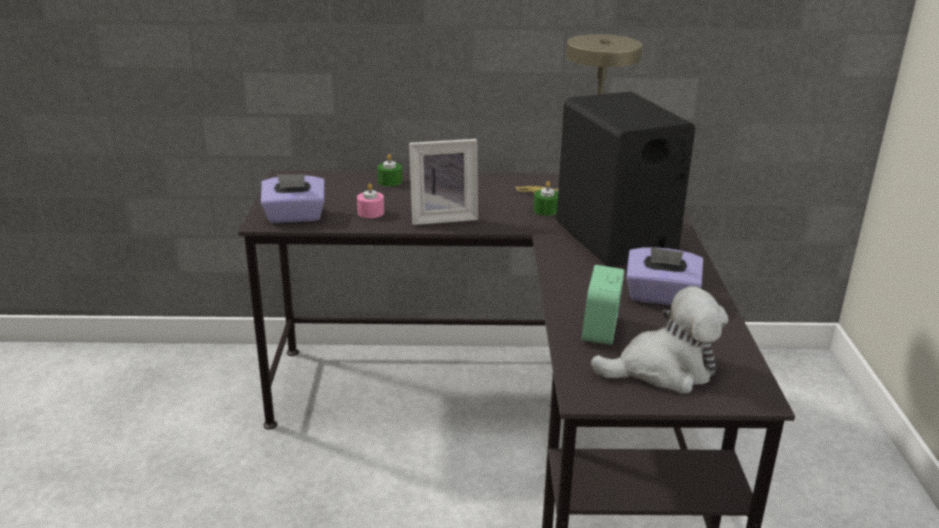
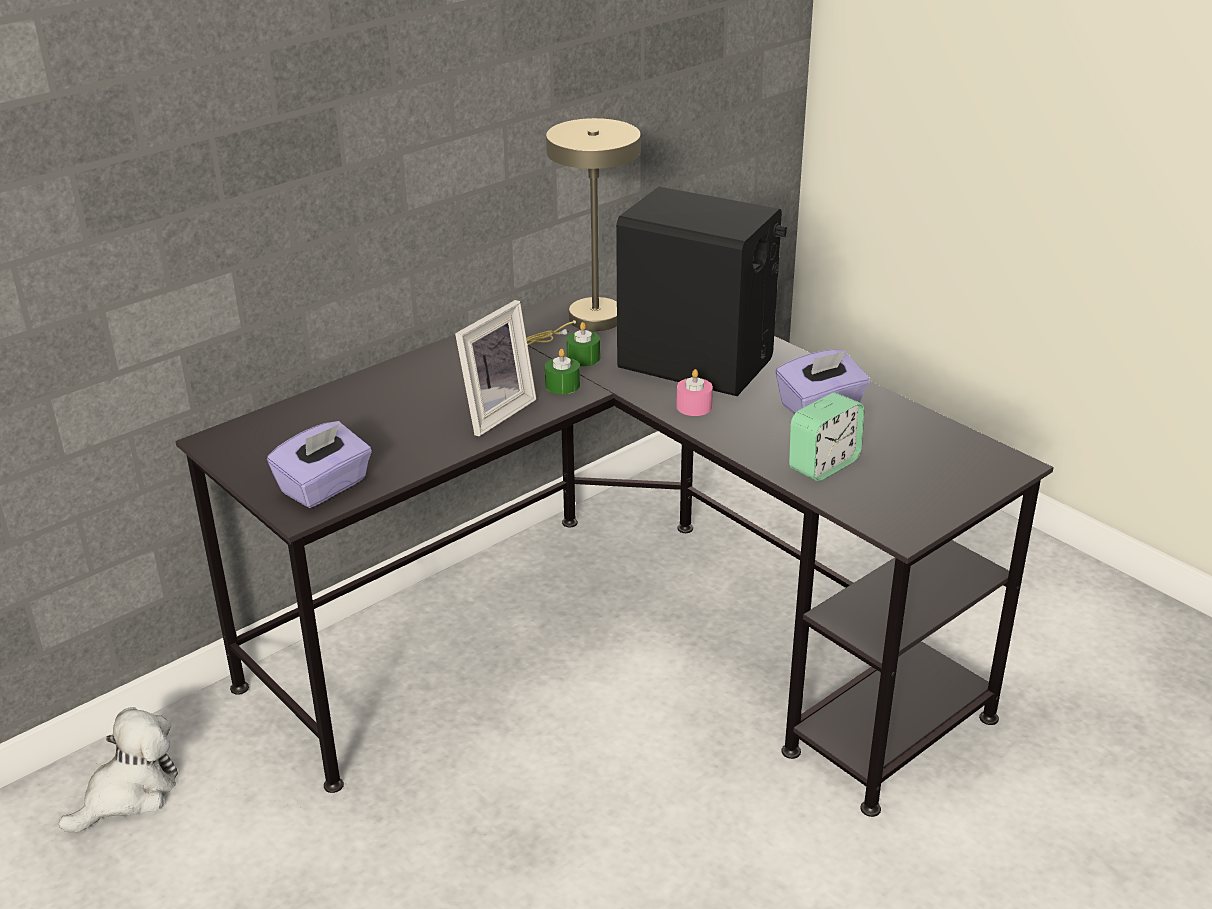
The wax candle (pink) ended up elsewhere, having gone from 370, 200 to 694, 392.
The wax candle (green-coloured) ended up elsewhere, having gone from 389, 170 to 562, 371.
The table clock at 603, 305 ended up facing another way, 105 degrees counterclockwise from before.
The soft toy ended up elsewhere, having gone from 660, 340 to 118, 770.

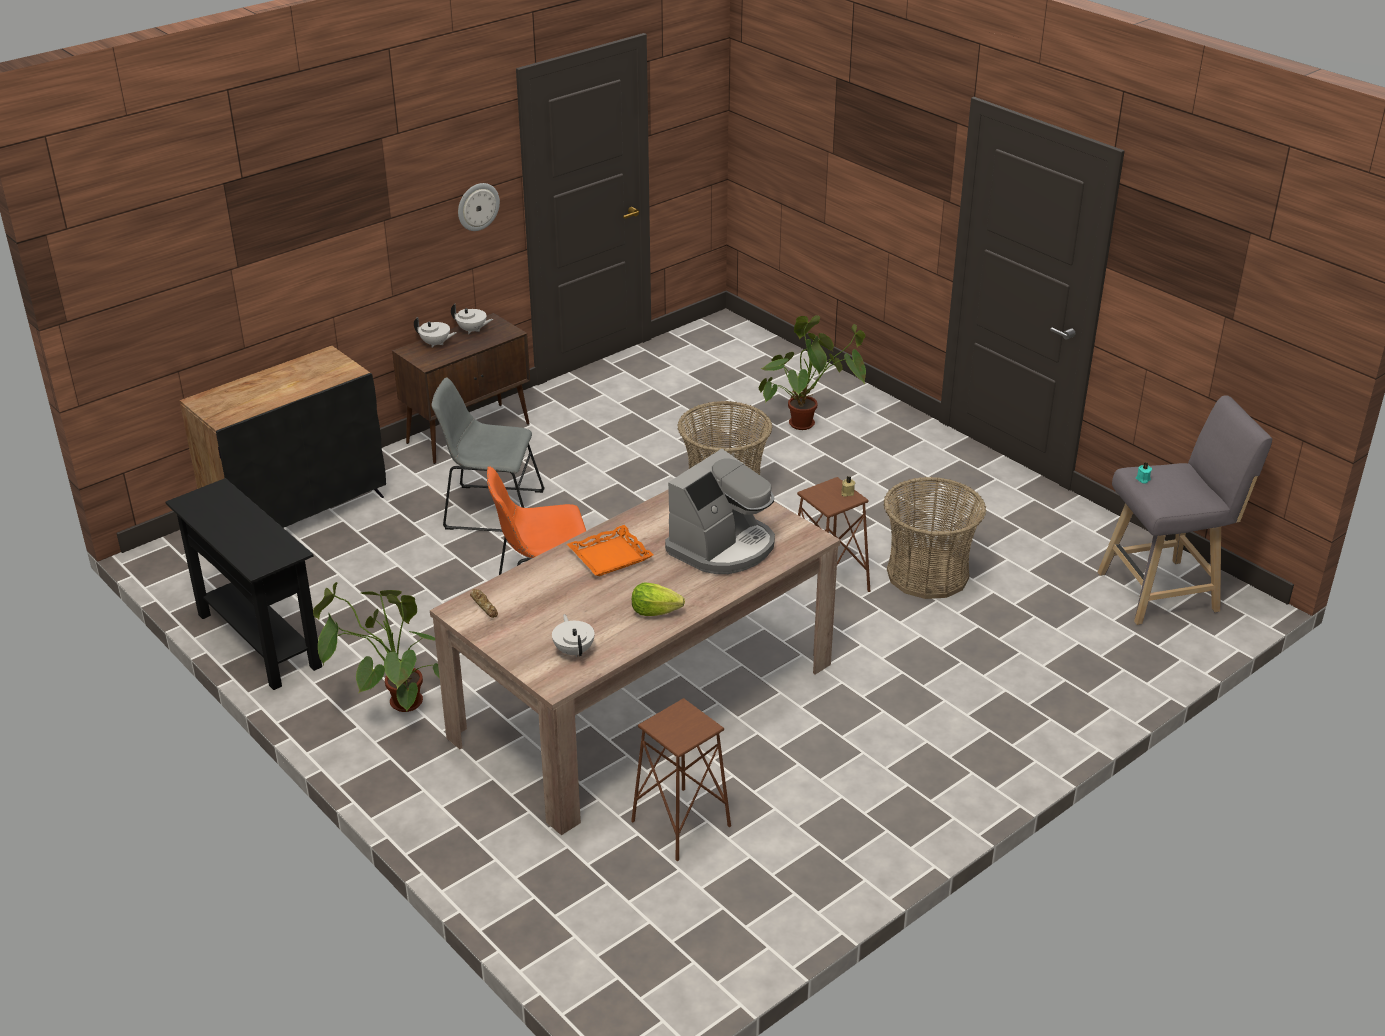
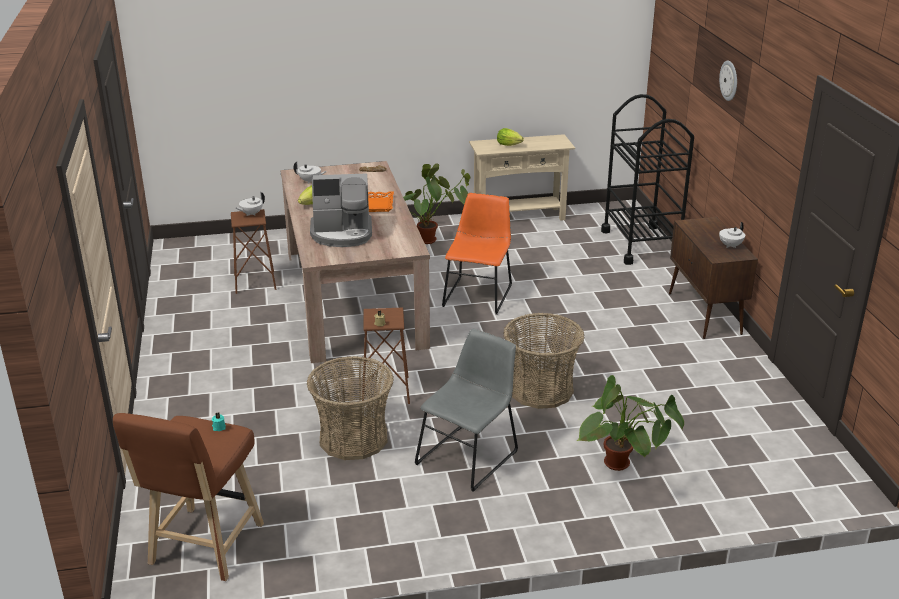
What was the narrow table (black) at 243, 584 turned into the narrow table (sand-coloured) at 522, 177.
Where the storage cabinet (black) stood at 283, 437, the wheeled cart (black) came to stand at 647, 179.
The tea pot (white-coloured) ended up elsewhere, having gone from 435, 332 to 250, 204.
The upright chair (greyish) ended up elsewhere, having gone from 488, 454 to 466, 410.
The wall clock ended up elsewhere, having gone from 479, 207 to 728, 80.
The coffee brewer at 720, 511 ended up facing another way, 75 degrees counterclockwise from before.
What was the sitting stool (greyish) at 1184, 510 turned into the sitting stool (brown) at 188, 497.
The second view gained the lettuce at 510, 137.

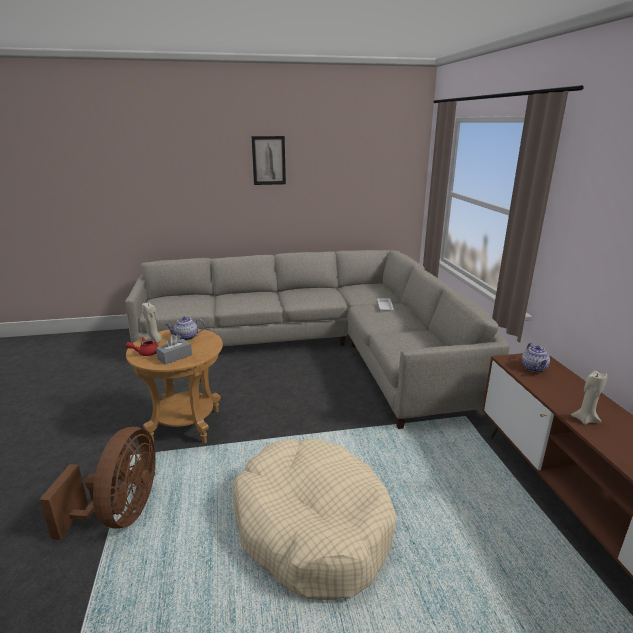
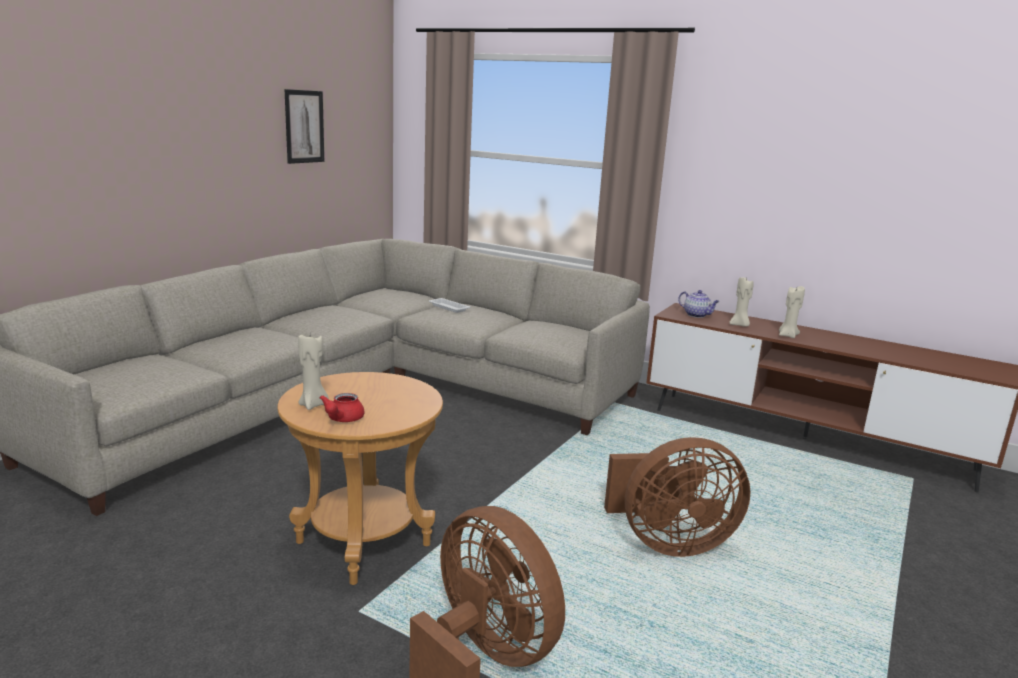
The second view lost the tissue box (greyish) at 174, 349.
The second view lost the tea pot at 185, 329.
Where the dog cushion (sand-coloured) stood at 314, 519, the cooling fan (brown) came to stand at 677, 497.
The picture ended up elsewhere, having gone from 269, 160 to 304, 126.
The second view gained the wax candle (sand-coloured) at 741, 302.

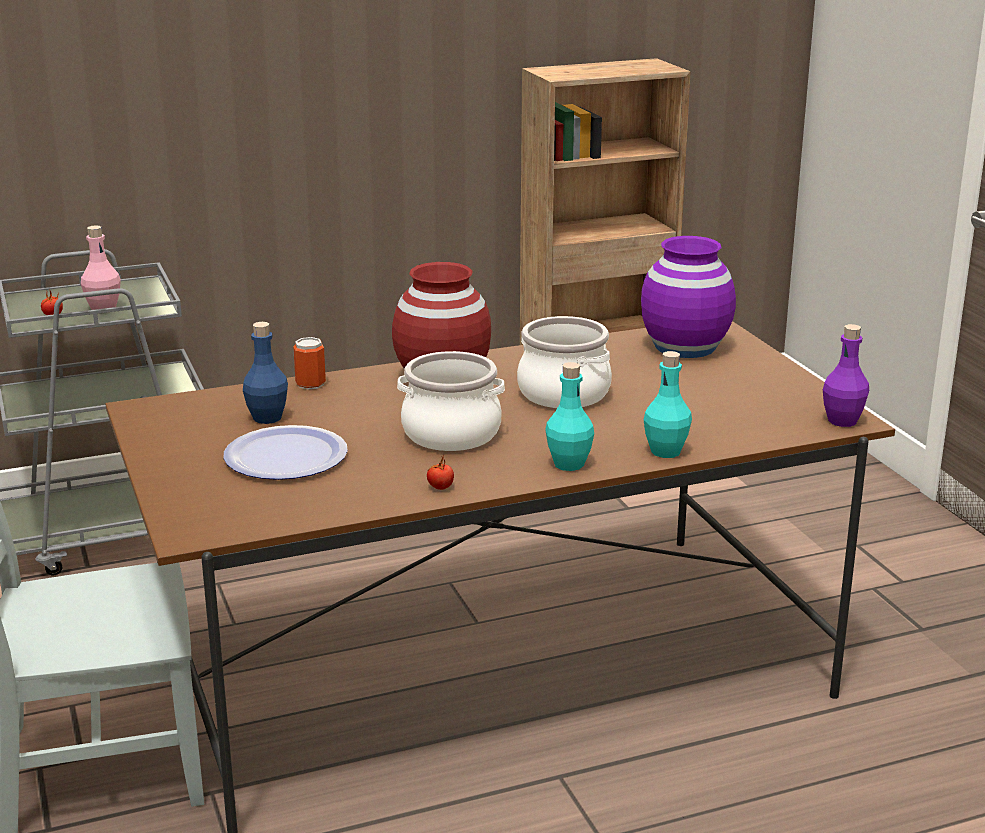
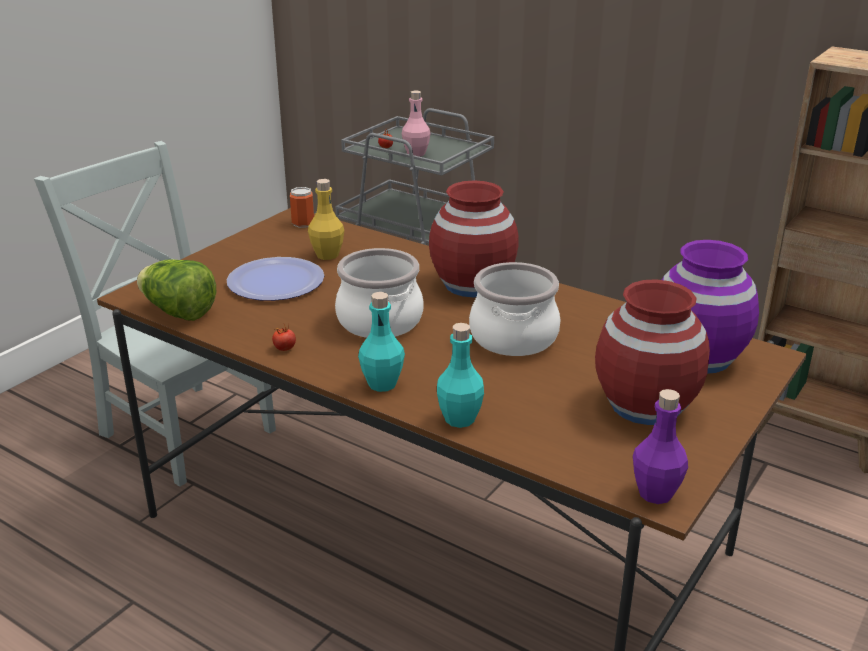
What was the drink bottle (blue-coloured) at 265, 373 turned into the drink bottle (yellowish) at 326, 219.
The can ended up elsewhere, having gone from 309, 363 to 302, 207.
The second view gained the lettuce at 176, 290.
The second view gained the decorative vase (reddish) at 652, 352.

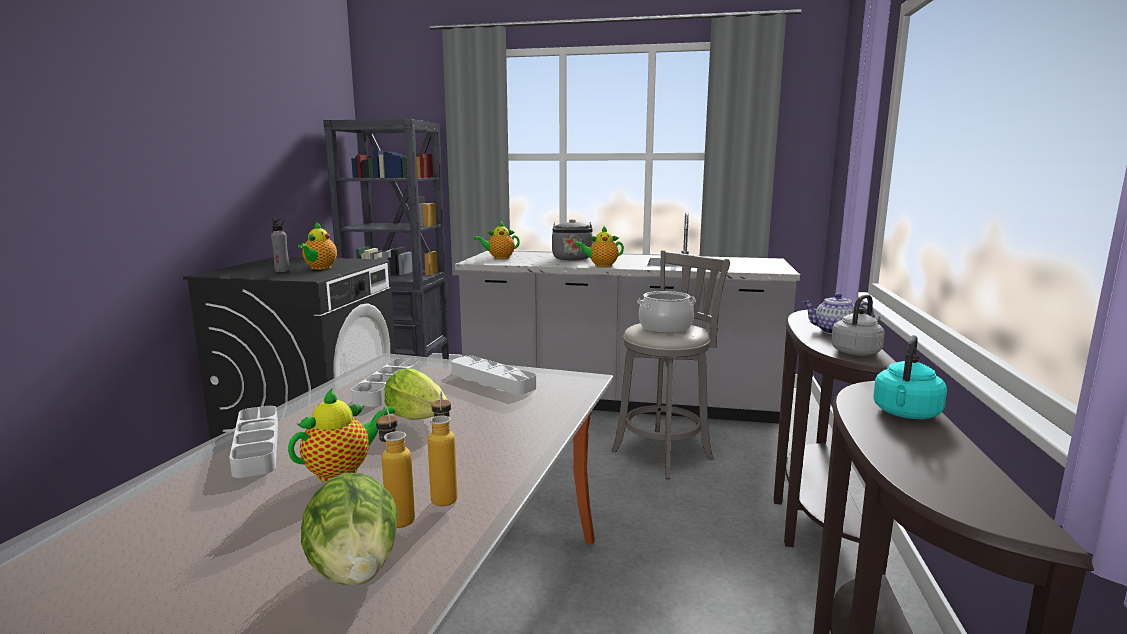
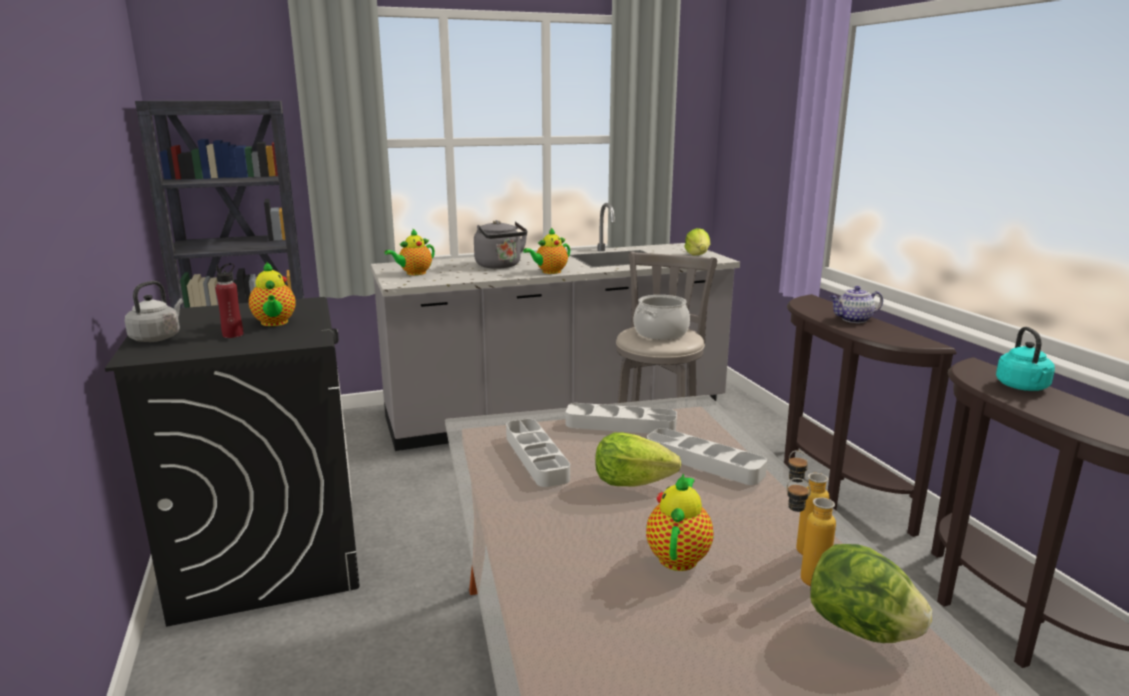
The tray (greyish) ended up elsewhere, having gone from 253, 442 to 707, 456.
What was the drink bottle (greyish) at 280, 245 turned into the drink bottle (reddish) at 229, 300.
The water kettle (greyish) ended up elsewhere, having gone from 858, 325 to 154, 311.
The second view gained the lettuce at 697, 241.

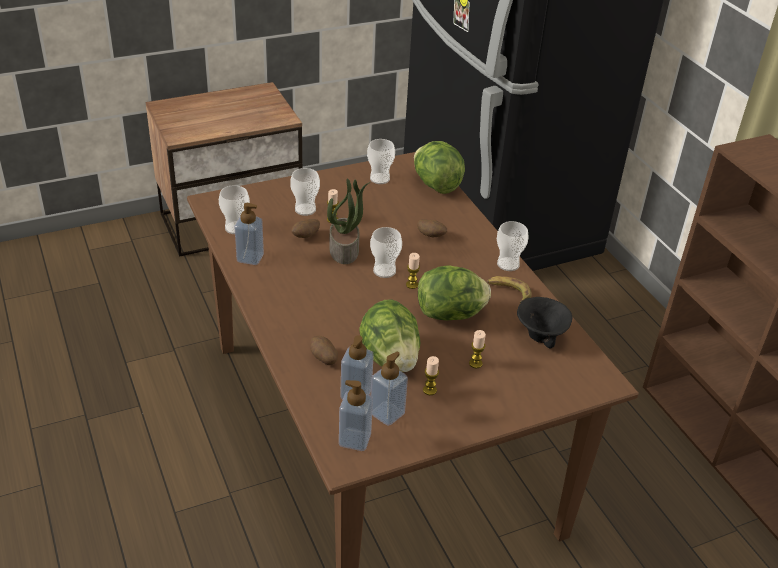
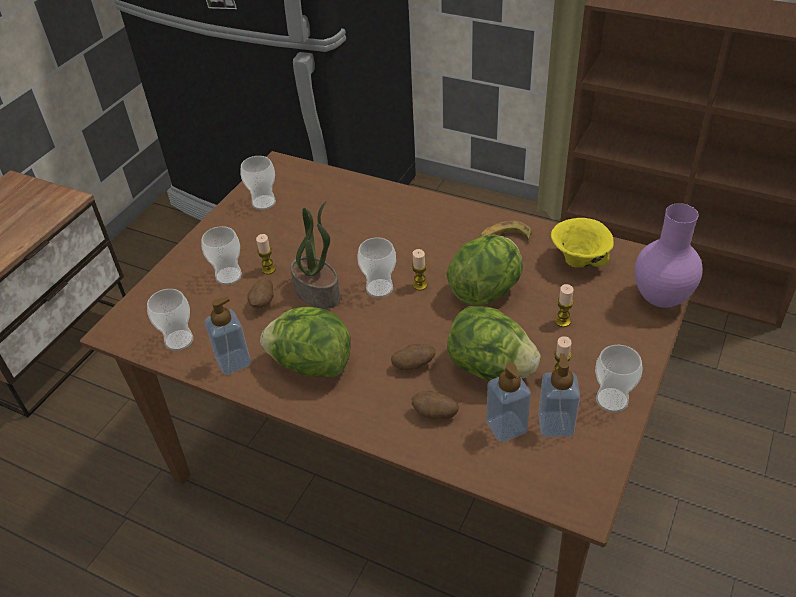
The second view lost the liquid soap bottle at 356, 415.
The lettuce ended up elsewhere, having gone from 439, 167 to 305, 342.
The potato ended up elsewhere, having gone from 432, 228 to 413, 357.
The drinking cup ended up elsewhere, having gone from 513, 246 to 619, 379.
What was the deep dish (black) at 544, 323 turned into the deep dish (yellowish) at 582, 242.
The second view gained the decorative vase (purple) at 669, 255.

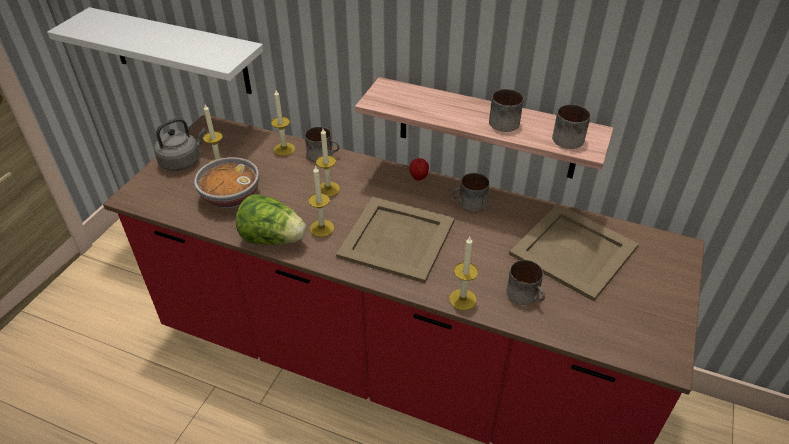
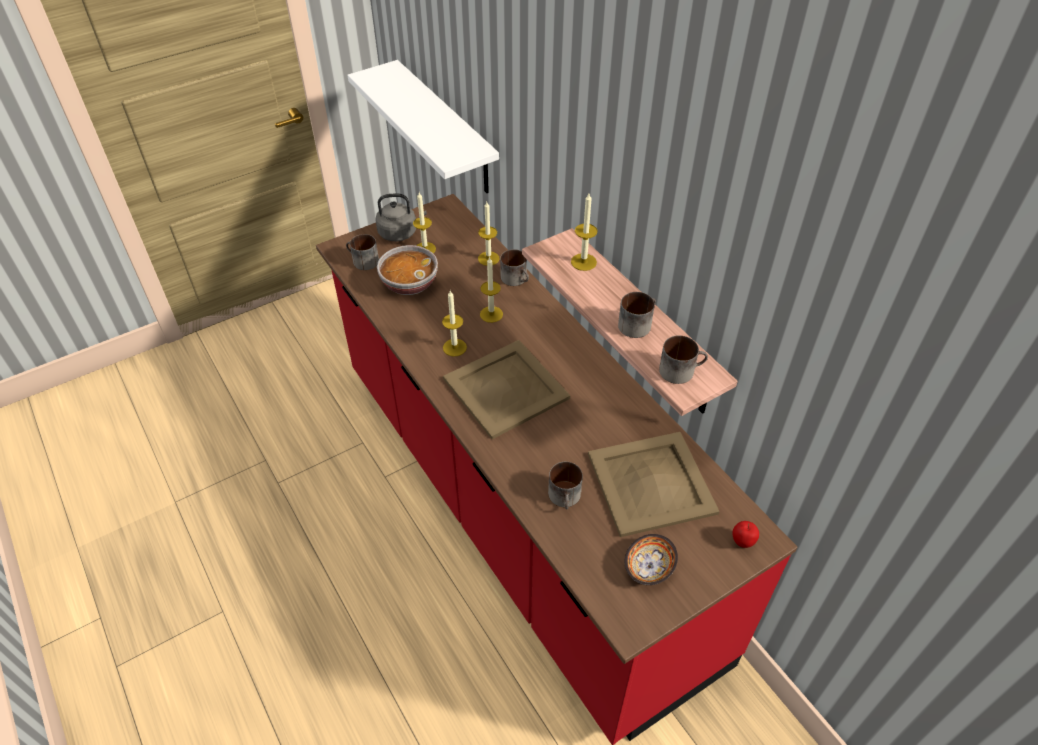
The second view lost the lettuce at 271, 219.
The whole apple ended up elsewhere, having gone from 419, 169 to 745, 534.
The wax candle ended up elsewhere, having gone from 463, 273 to 584, 232.
The tea mug ended up elsewhere, having gone from 470, 192 to 362, 252.
The second view gained the deep dish at 651, 559.

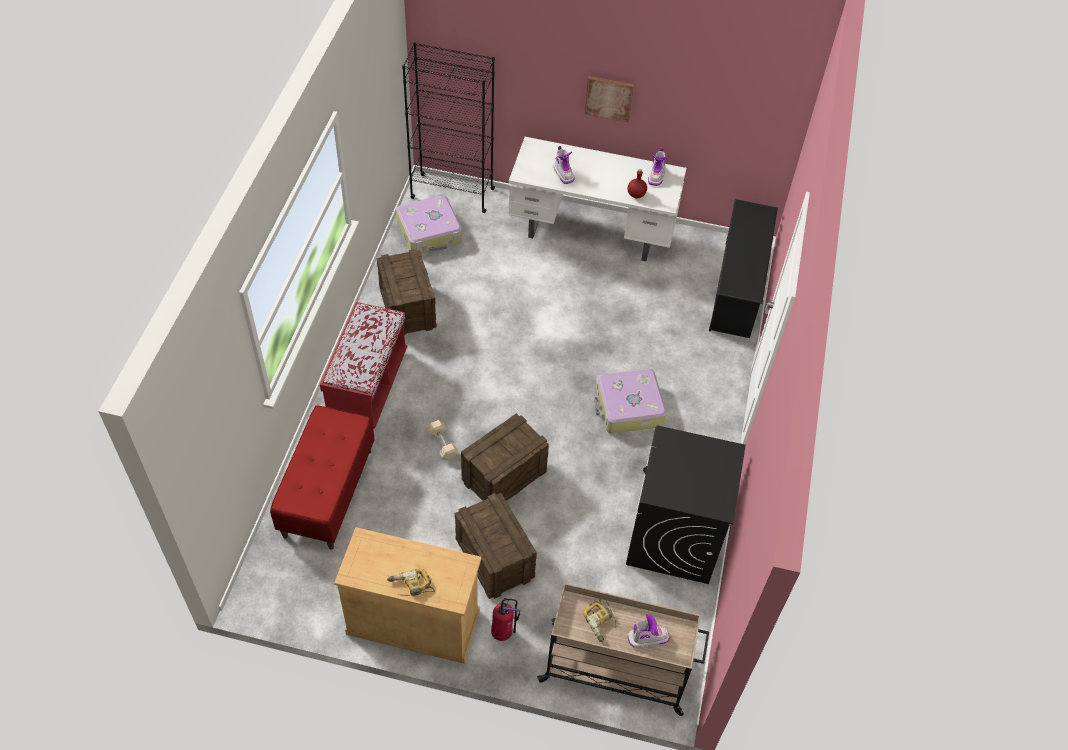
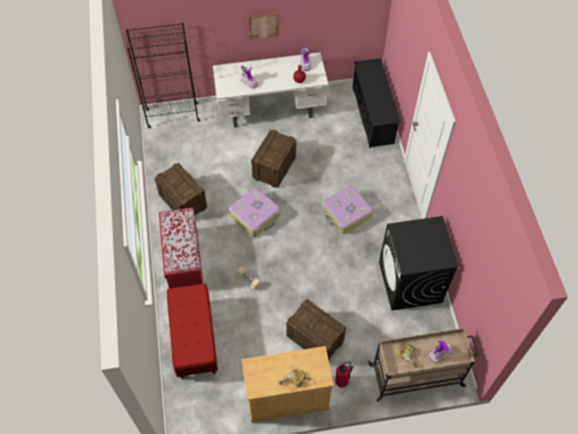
The suitcase ended up elsewhere, having gone from 429, 224 to 254, 212.
The packing crate ended up elsewhere, having gone from 505, 457 to 273, 159.

